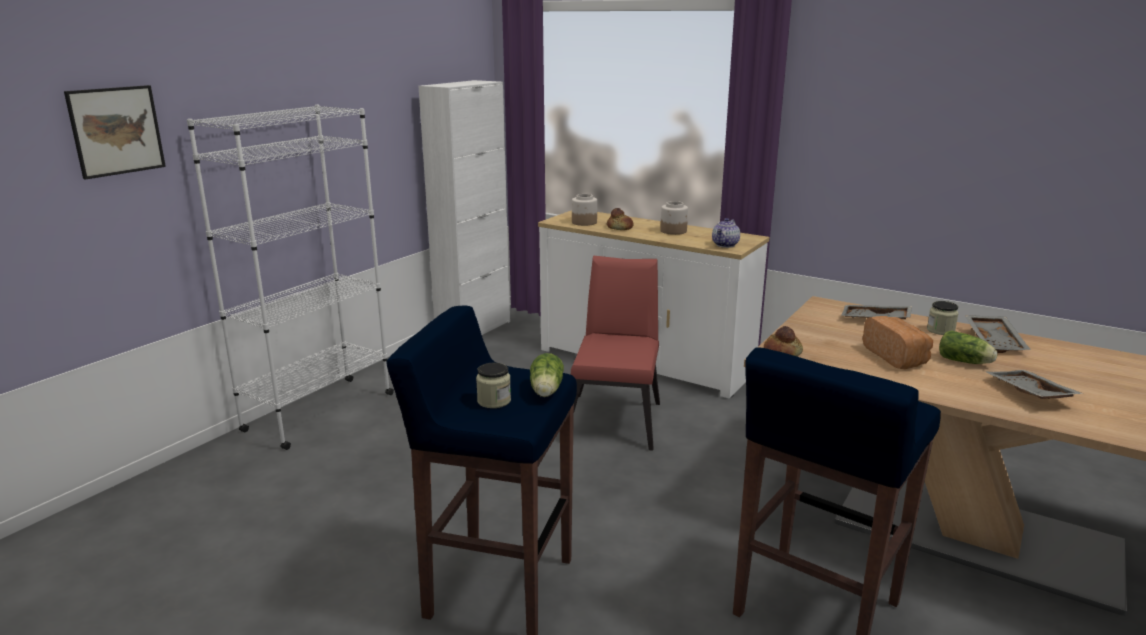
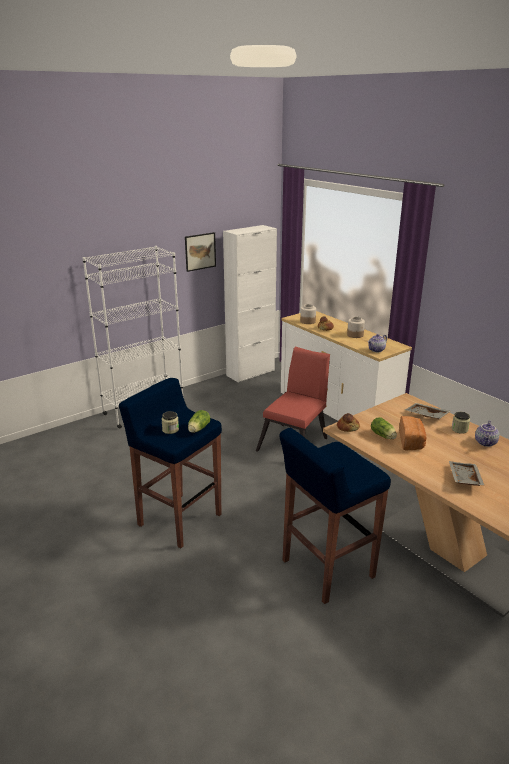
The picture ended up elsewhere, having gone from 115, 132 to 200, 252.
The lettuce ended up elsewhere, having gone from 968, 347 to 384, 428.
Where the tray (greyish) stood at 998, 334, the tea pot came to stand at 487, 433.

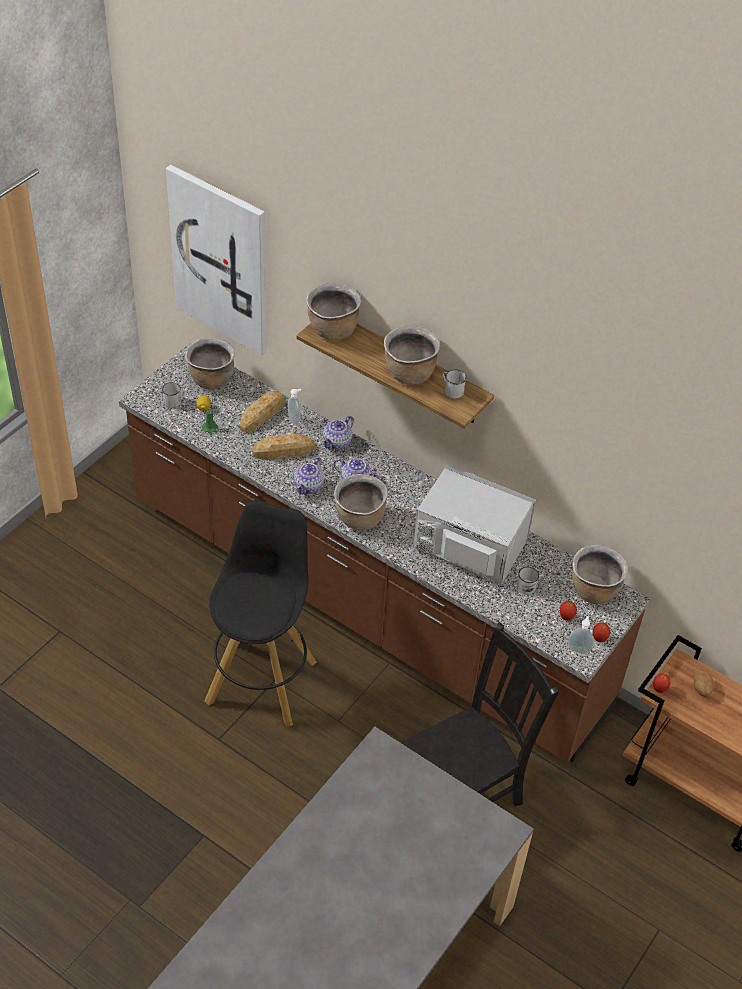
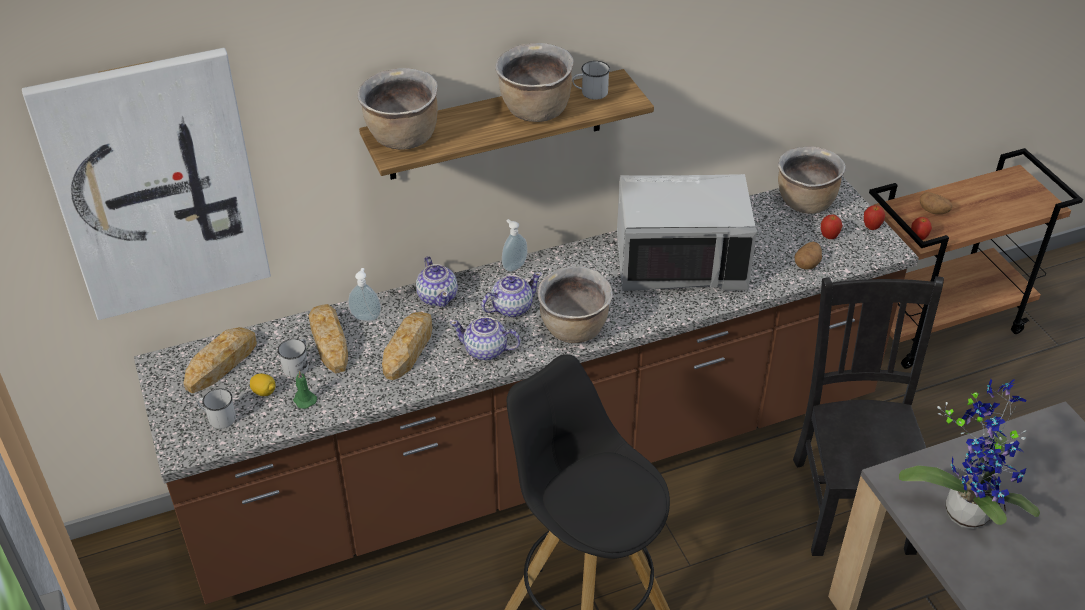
Where the saucepot (brown) stood at 210, 363, the bread came to stand at 220, 360.
The tea pot at 309, 475 ended up facing another way, 135 degrees clockwise from before.
The kitchen microwave (greyish) at 474, 524 ended up facing another way, 150 degrees counterclockwise from before.
The tea mug (white-coloured) ended up elsewhere, having gone from 531, 581 to 293, 358.
The liquid soap bottle ended up elsewhere, having gone from 581, 635 to 515, 245.
The second view gained the potato at 808, 256.
The second view gained the plant in a pot at 969, 454.

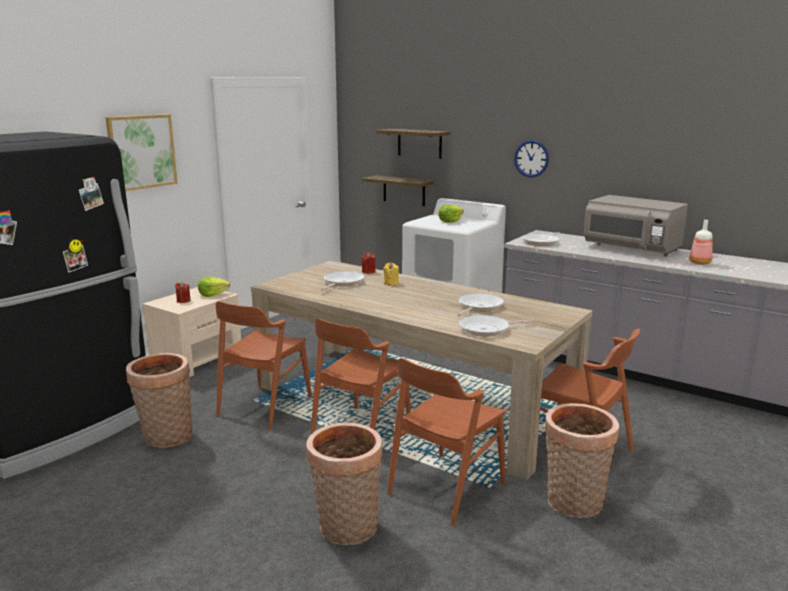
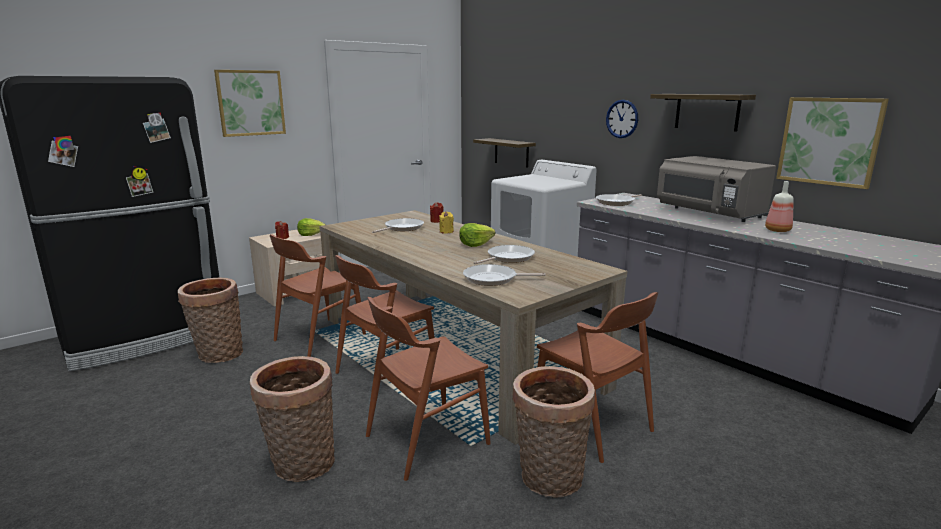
The wall shelf ended up elsewhere, having gone from 413, 144 to 703, 112.
The lettuce ended up elsewhere, having gone from 451, 214 to 477, 235.
The second view gained the picture at 832, 143.

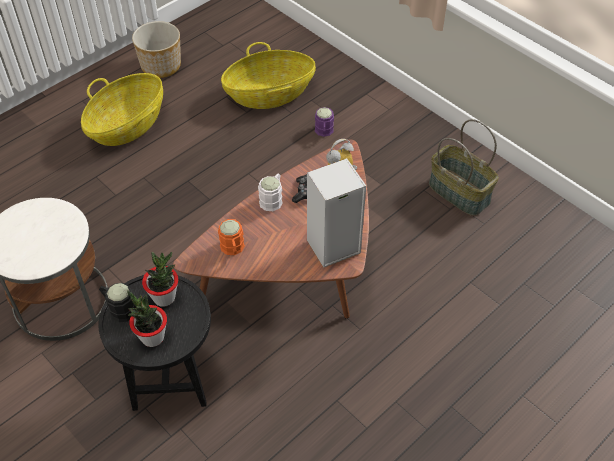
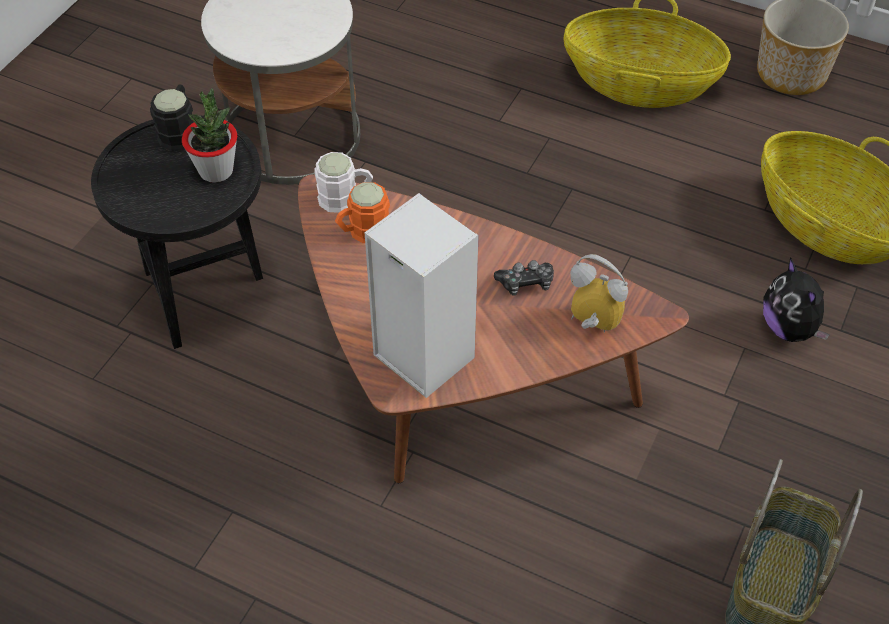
The second view lost the plant in a pot at 147, 318.
The tea mug (white-coloured) ended up elsewhere, having gone from 270, 192 to 344, 182.
Where the tea mug (purple) stood at 324, 122, the soft toy came to stand at 796, 299.

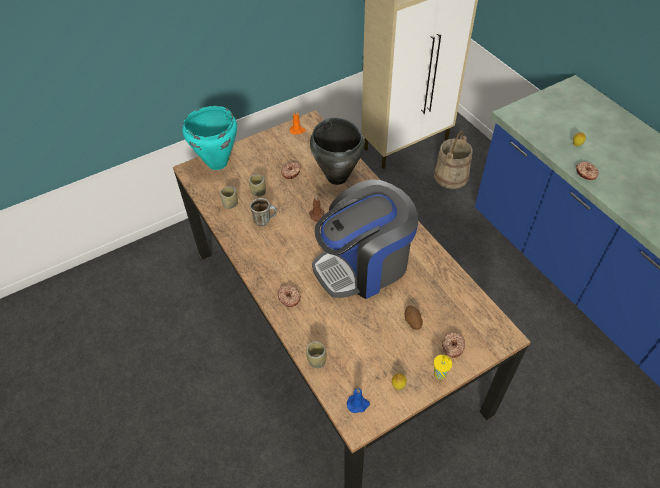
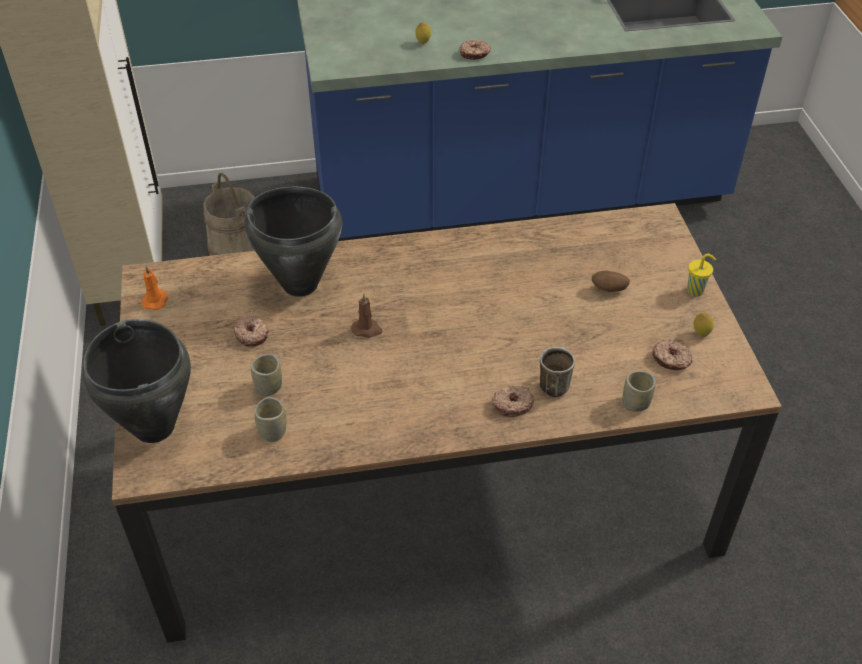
What was the saucepot (blue-green) at 209, 138 turned into the saucepot (black) at 136, 381.
The tea mug ended up elsewhere, having gone from 263, 212 to 557, 372.
The second view lost the coffee brewer at 365, 239.
The second view lost the wax candle (blue-coloured) at 358, 400.
The doughnut ended up elsewhere, having gone from 454, 345 to 672, 355.

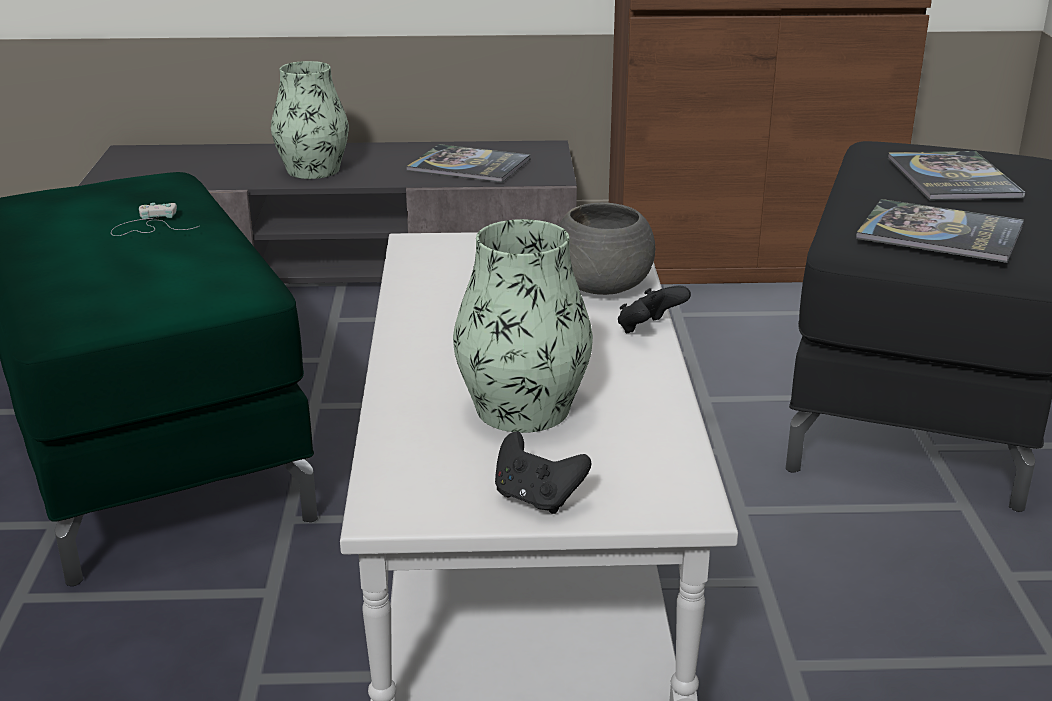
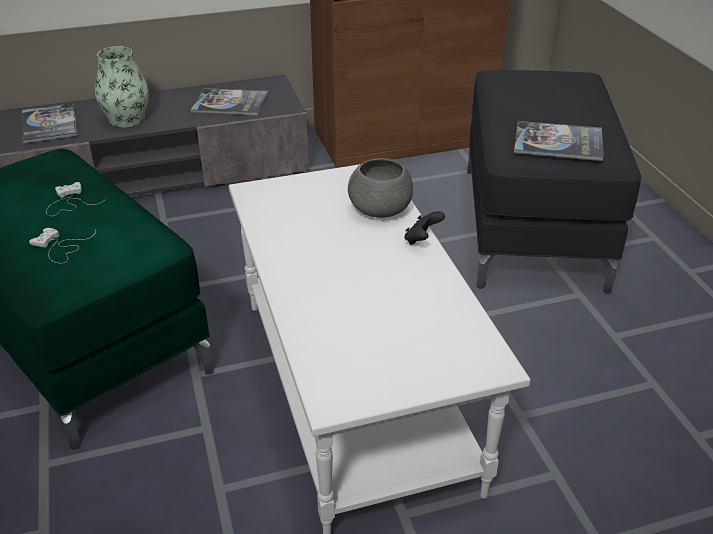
The second view lost the decorative vase at 523, 326.
The second view lost the gamepad (black) at 543, 473.
The volume ended up elsewhere, having gone from 956, 175 to 50, 123.
The second view gained the gamepad (white-coloured) at 62, 245.

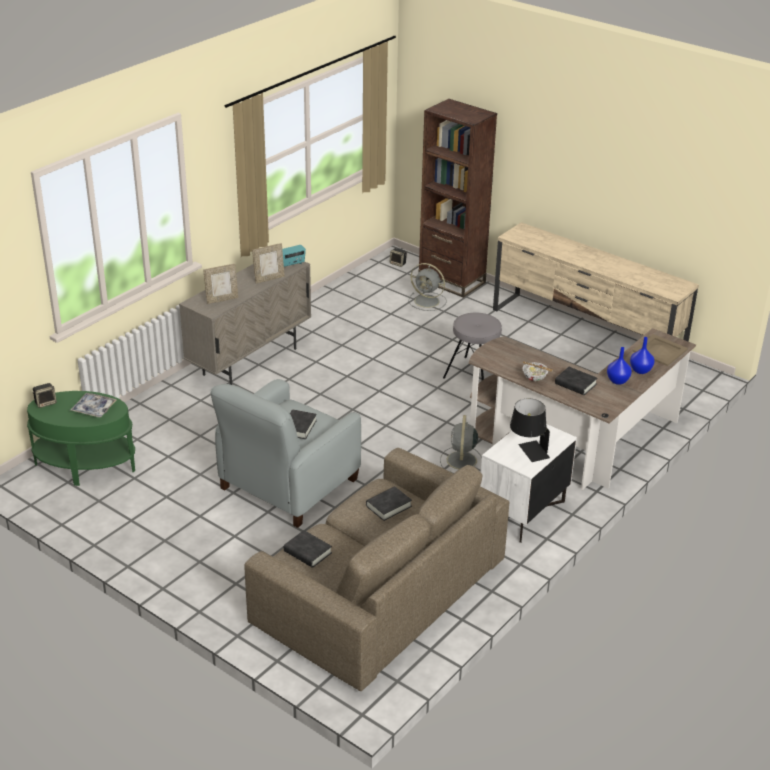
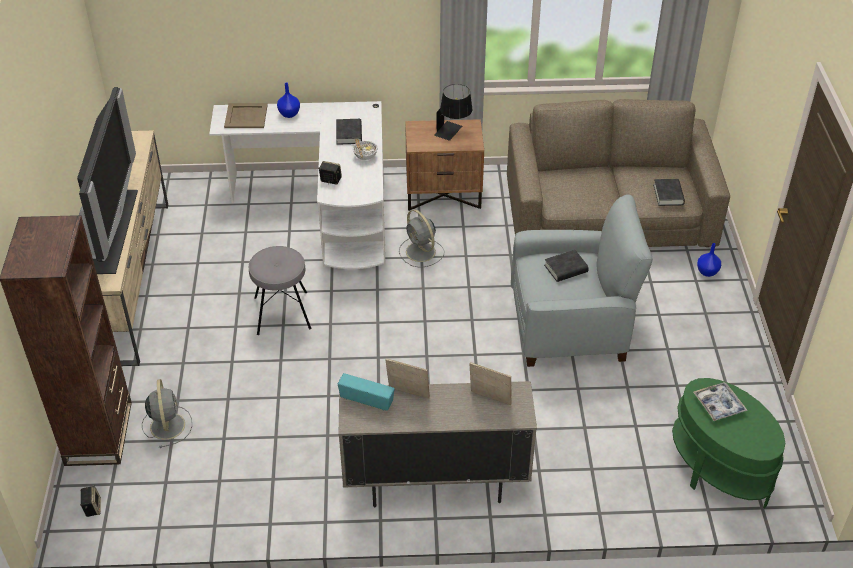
The loudspeaker ended up elsewhere, having gone from 45, 395 to 330, 173.
The second view lost the volume (black) at 389, 504.
The cooling fan (greyish) at 461, 443 ended up facing another way, 90 degrees clockwise from before.
What was the desk unit (brown) at 582, 409 turned into the desk unit (white-coloured) at 297, 185.
What was the bedside table (white-coloured) at 528, 483 turned into the bedside table (brown) at 444, 165.
The decorative vase (blue-coloured) ended up elsewhere, having gone from 619, 366 to 709, 260.
The second view gained the TV at 107, 180.

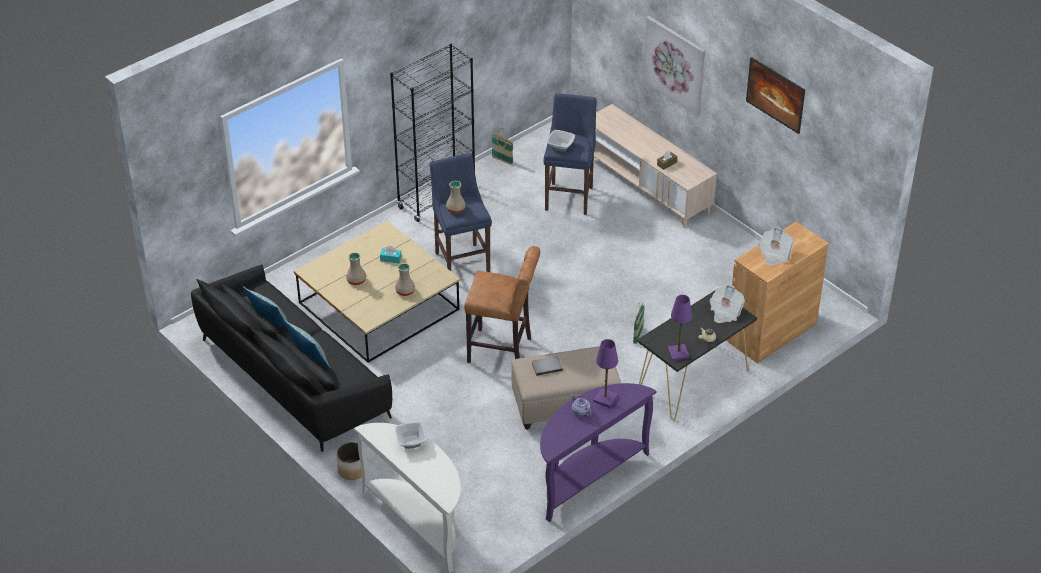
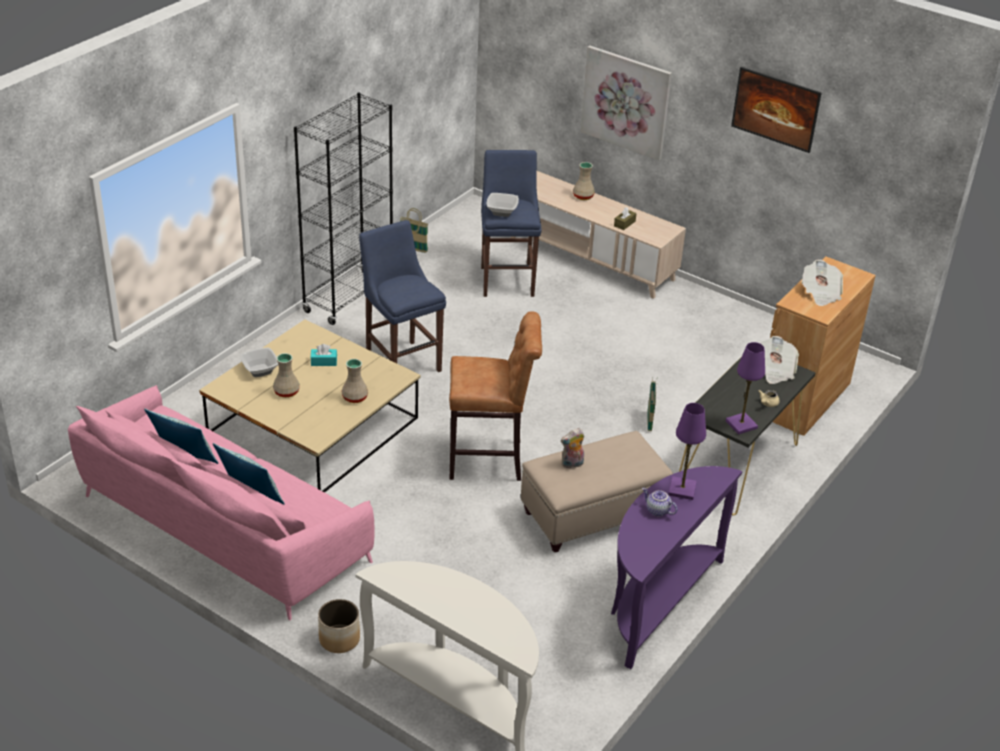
What was the sofa (black) at 291, 358 turned into the sofa (pink) at 221, 502.
The deep dish ended up elsewhere, having gone from 411, 435 to 259, 362.
The decorative vase (sand-coloured) ended up elsewhere, having gone from 456, 197 to 584, 181.
Where the volume (greyish) stood at 547, 366, the soft toy came to stand at 572, 448.

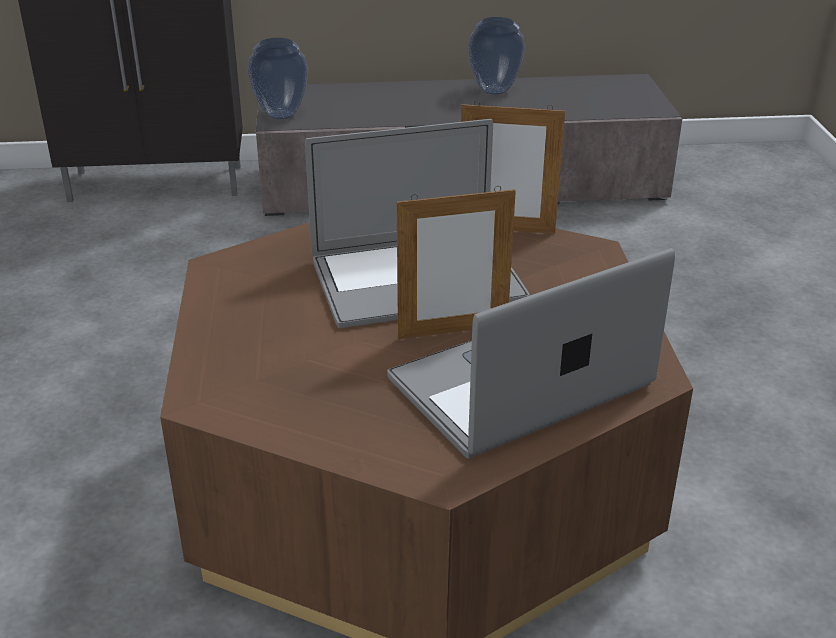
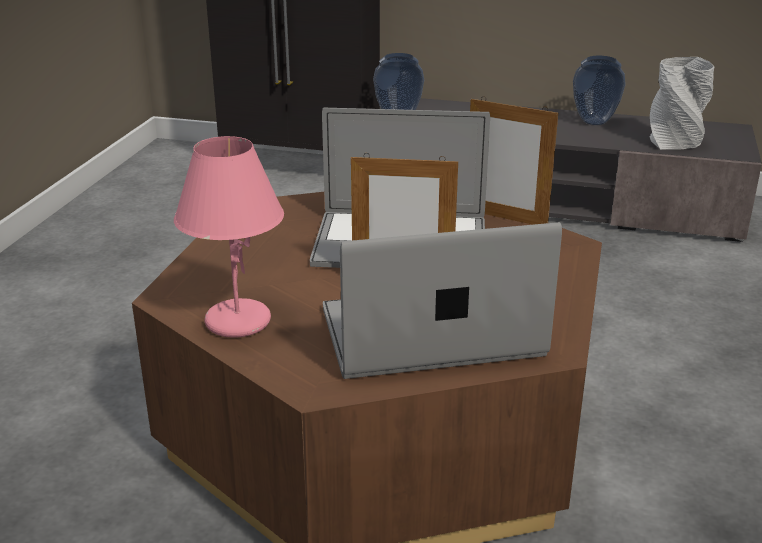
The second view gained the table lamp (pink) at 229, 237.
The second view gained the decorative vase (greyish) at 682, 103.

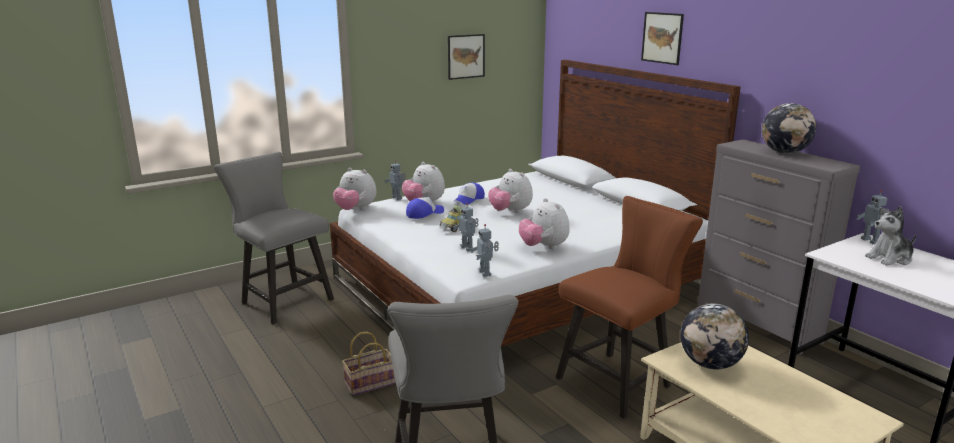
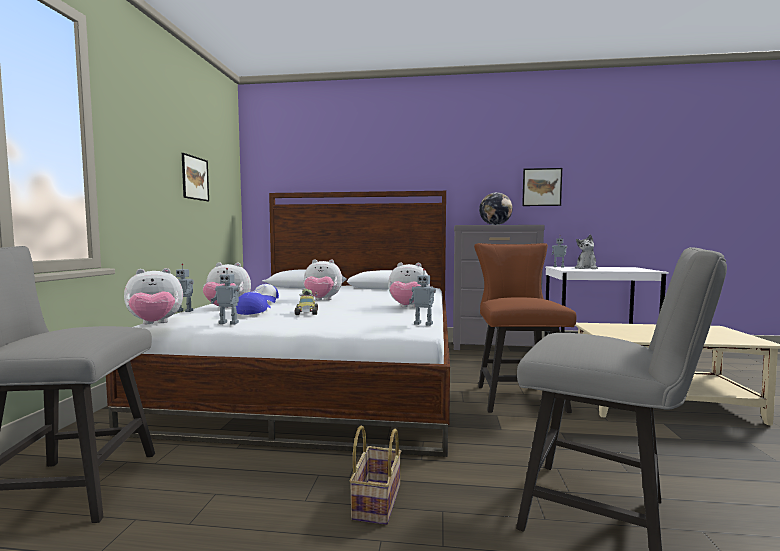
The toy robot ended up elsewhere, having gone from 466, 227 to 225, 296.
The picture ended up elsewhere, having gone from 662, 38 to 542, 187.
The second view lost the desk globe at 714, 336.

